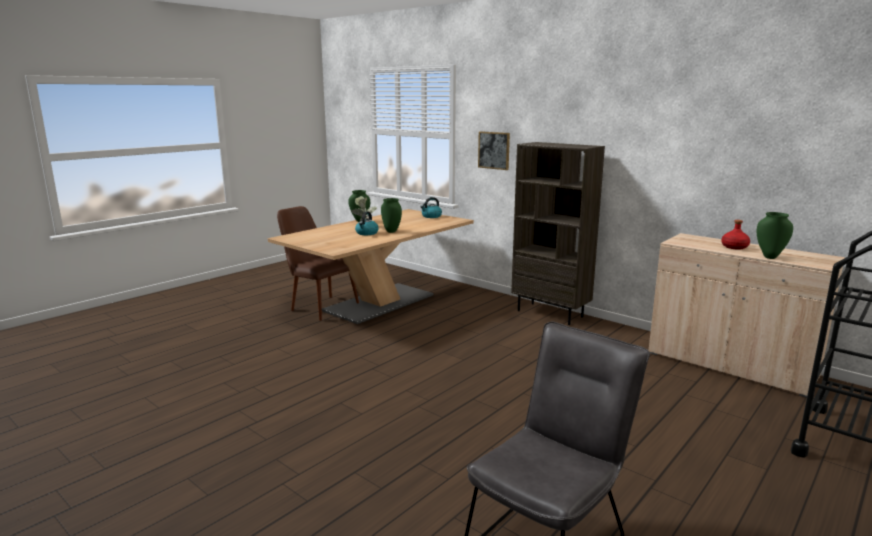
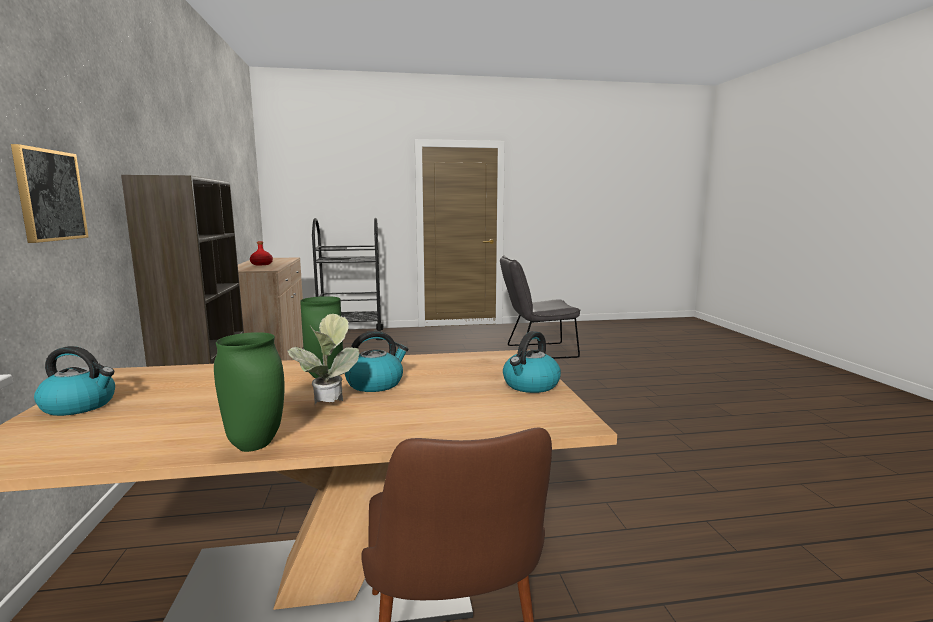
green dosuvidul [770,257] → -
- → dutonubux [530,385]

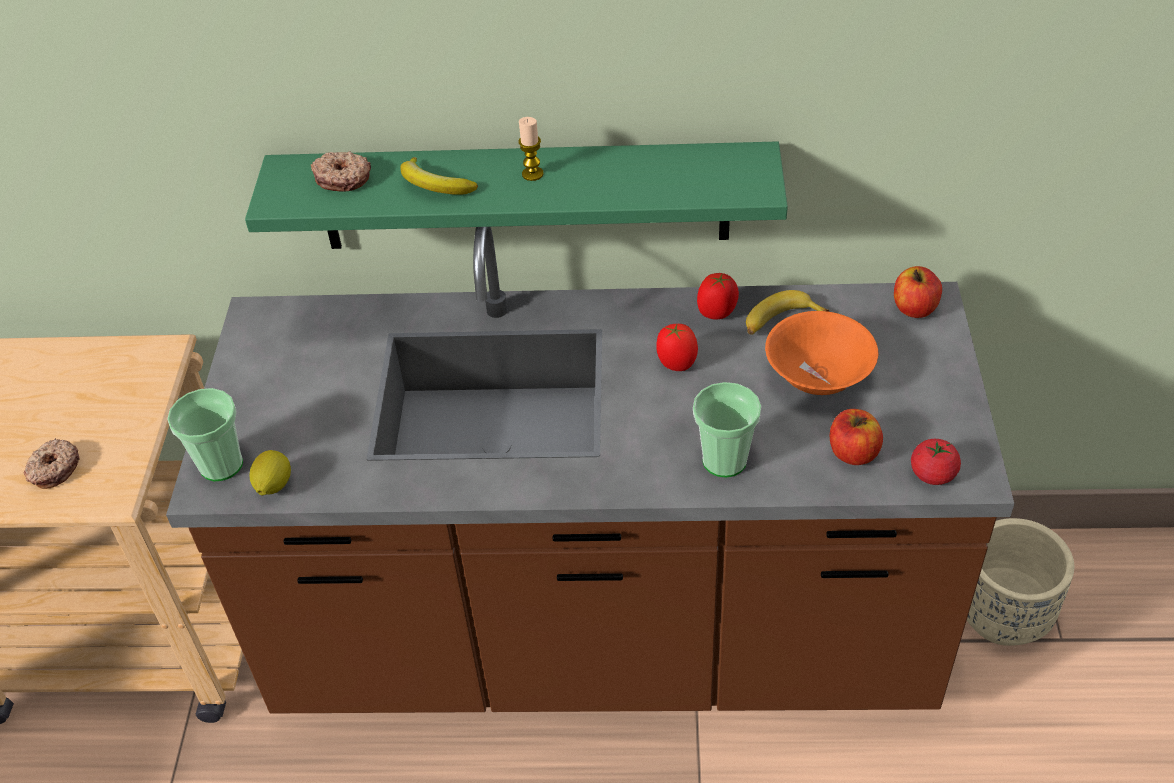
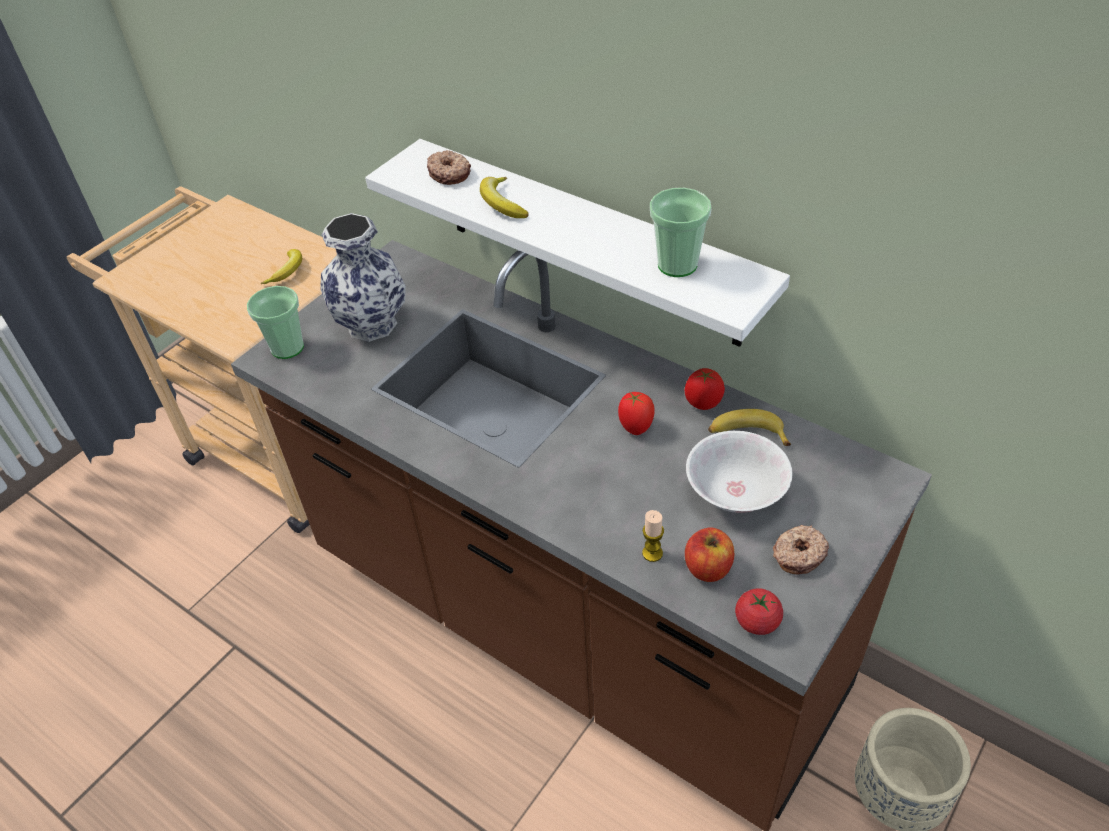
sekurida [273,485] → -
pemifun [914,308] → -
- → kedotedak [287,271]
- → dosuvidul [373,324]
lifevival [54,469] → lifevival [798,554], shifted
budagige [532,174] → budagige [652,553], shifted
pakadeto [724,460] → pakadeto [677,265], shifted
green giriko [524,196] → white giriko [588,242]
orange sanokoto [818,377] → white sanokoto [736,493]

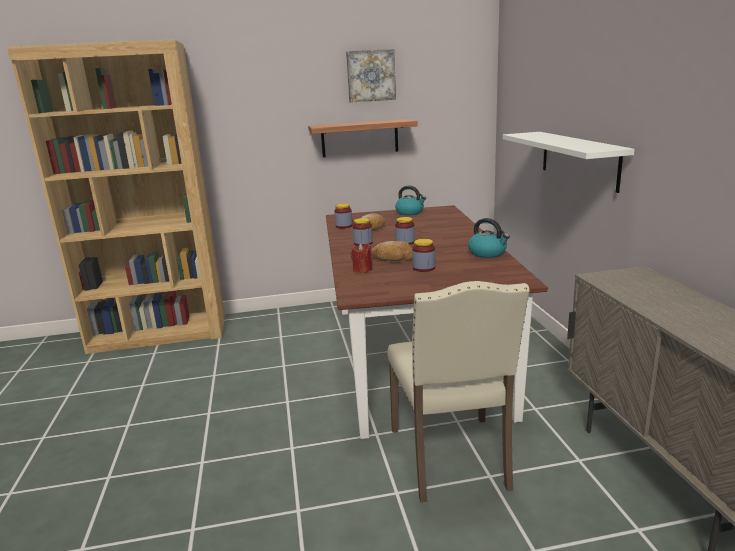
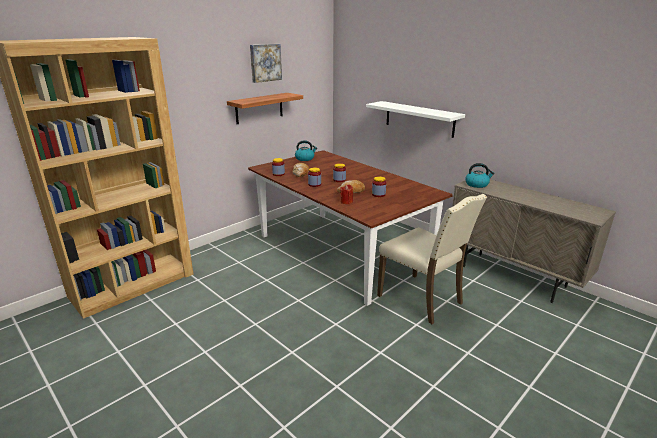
dutonubux [488,253] → dutonubux [477,184], shifted

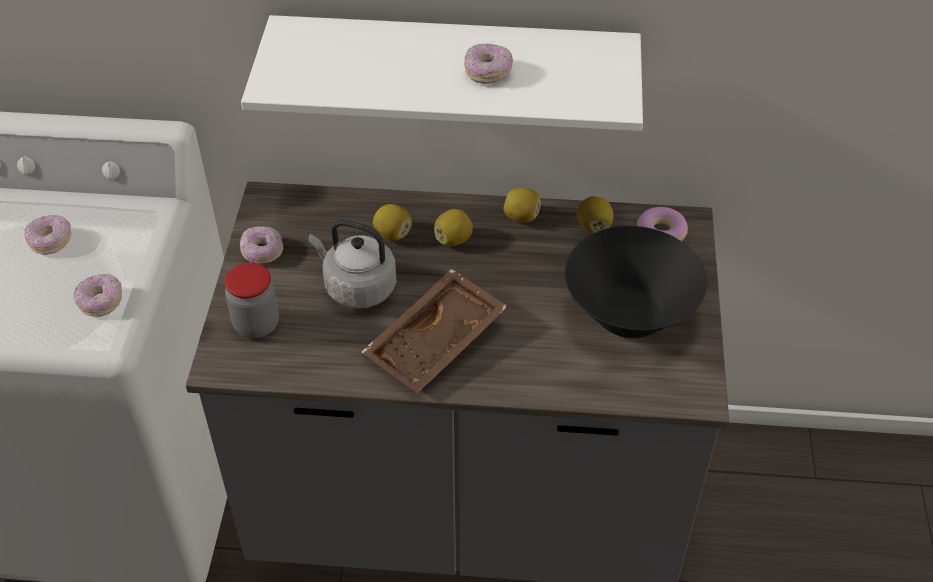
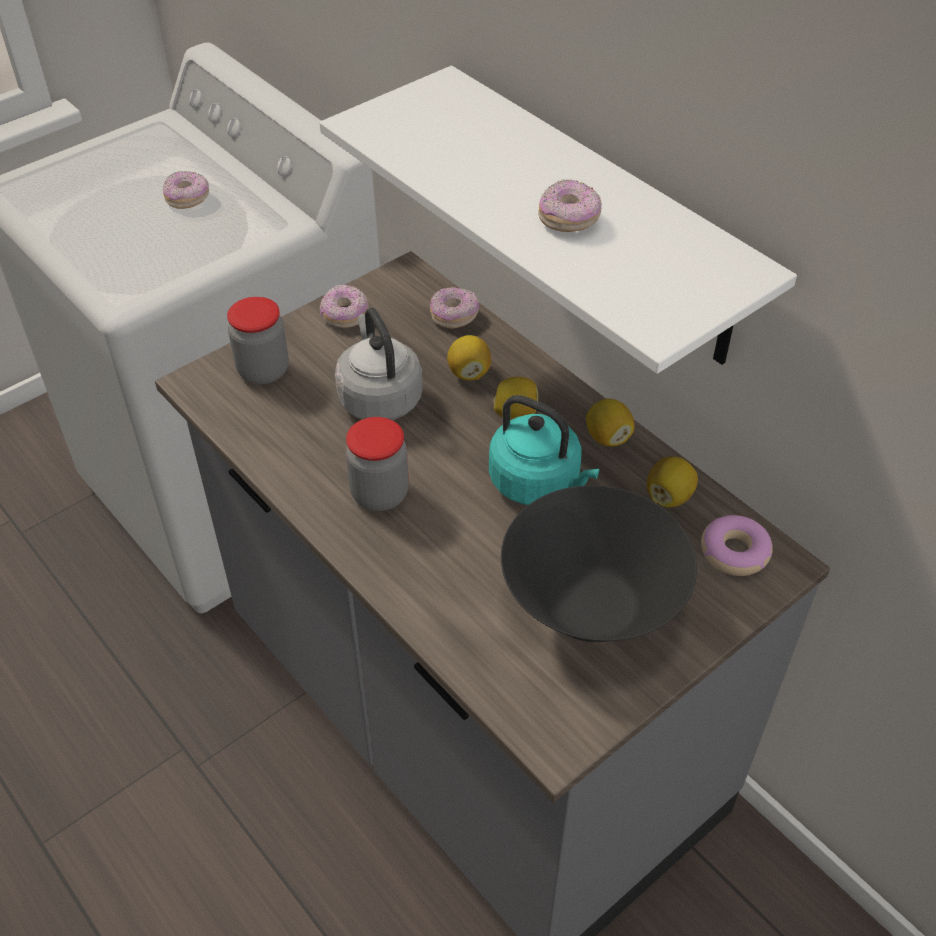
- → turquoise dutonubux [538,483]
lifevival [101,302] → lifevival [454,316], shifted
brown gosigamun [437,343] → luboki [379,494]

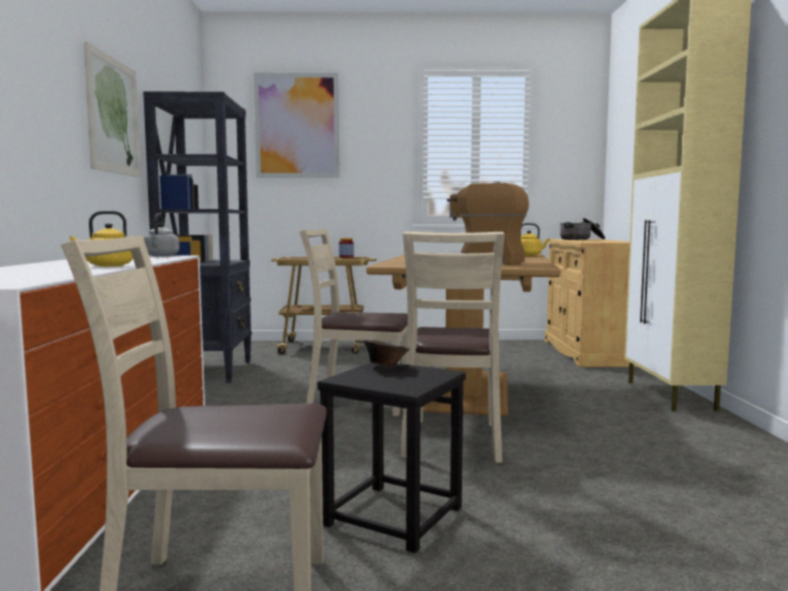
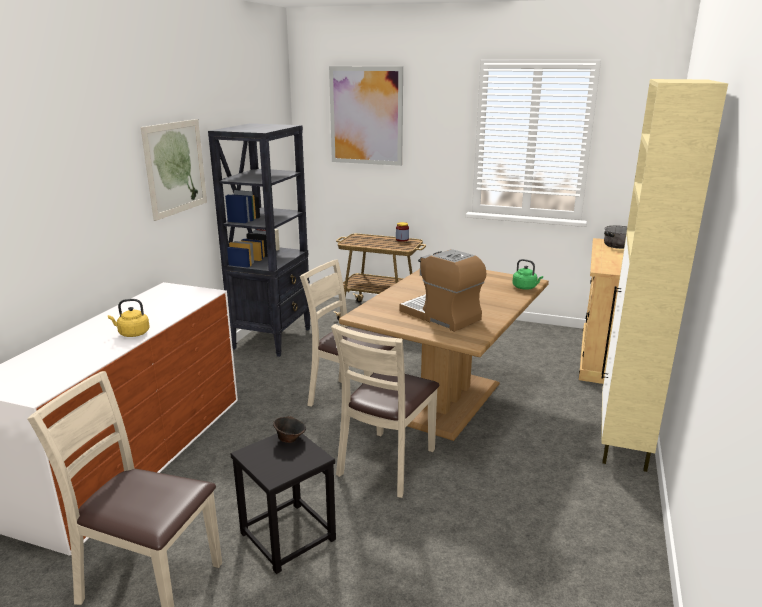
grey dutonubux [161,256] → -
yellow dutonubux [530,255] → green dutonubux [525,288]

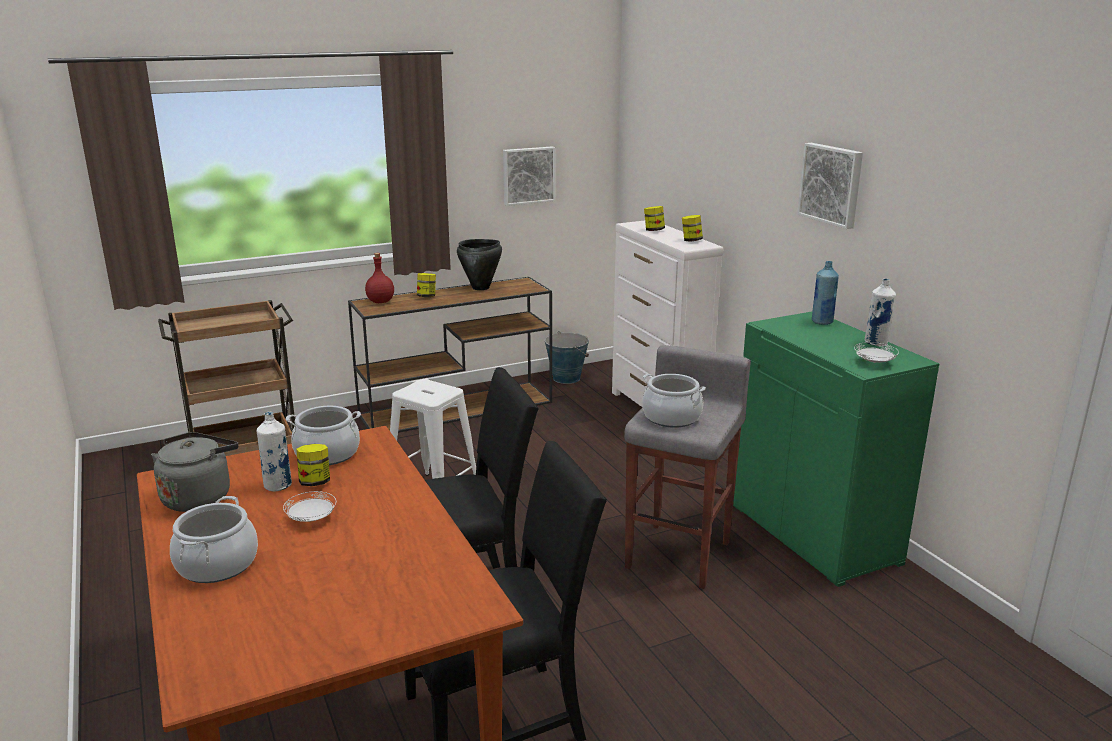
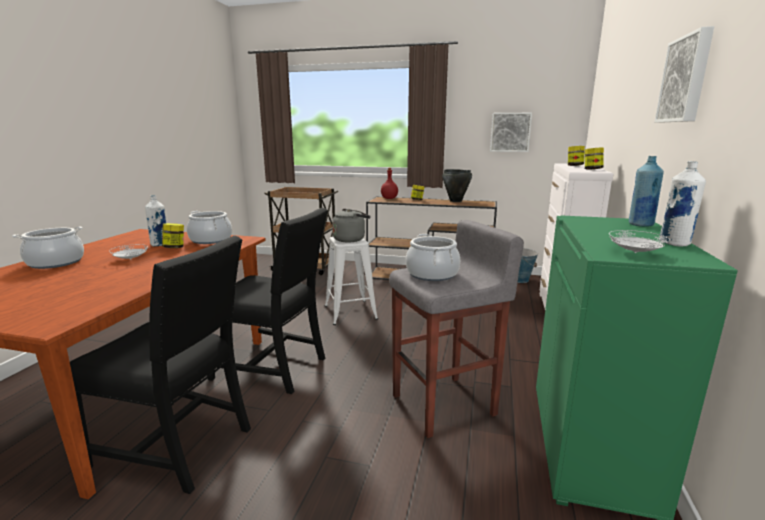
grey dutonubux [199,497] → grey dutonubux [351,239], shifted

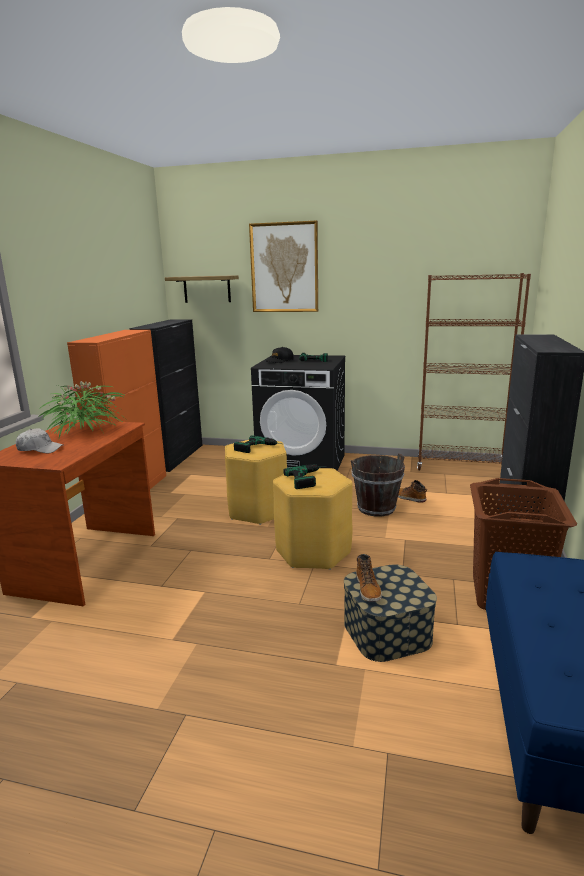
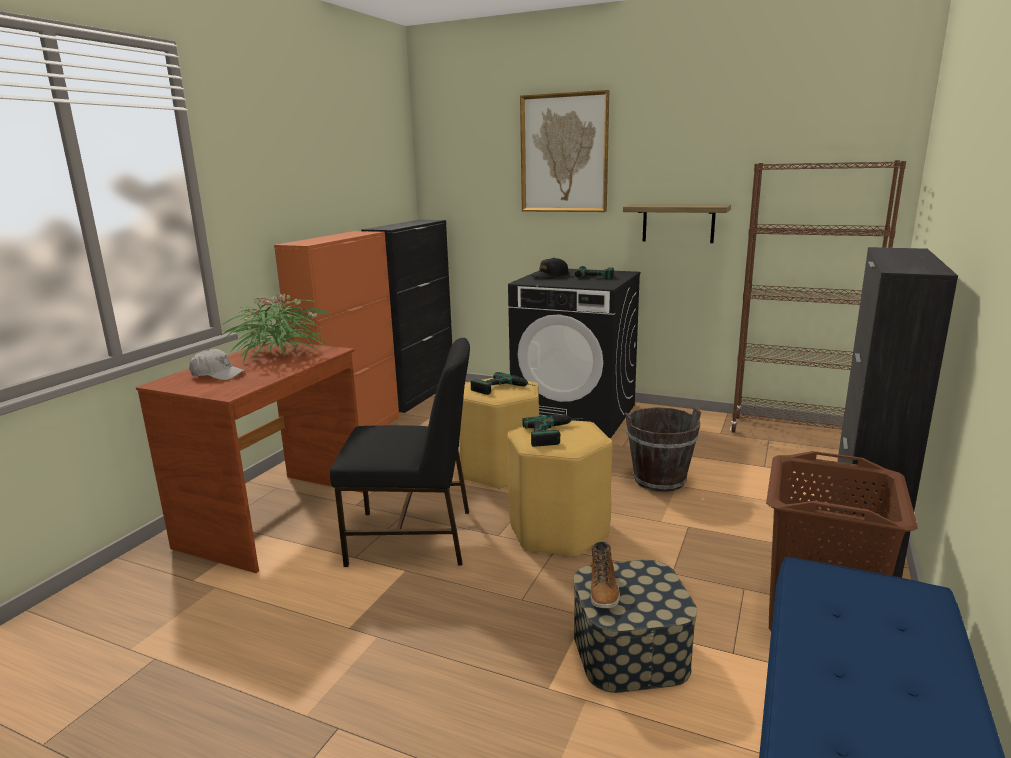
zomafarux [408,498] → -
- → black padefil [413,538]
giriko [207,289] → giriko [678,223], shifted

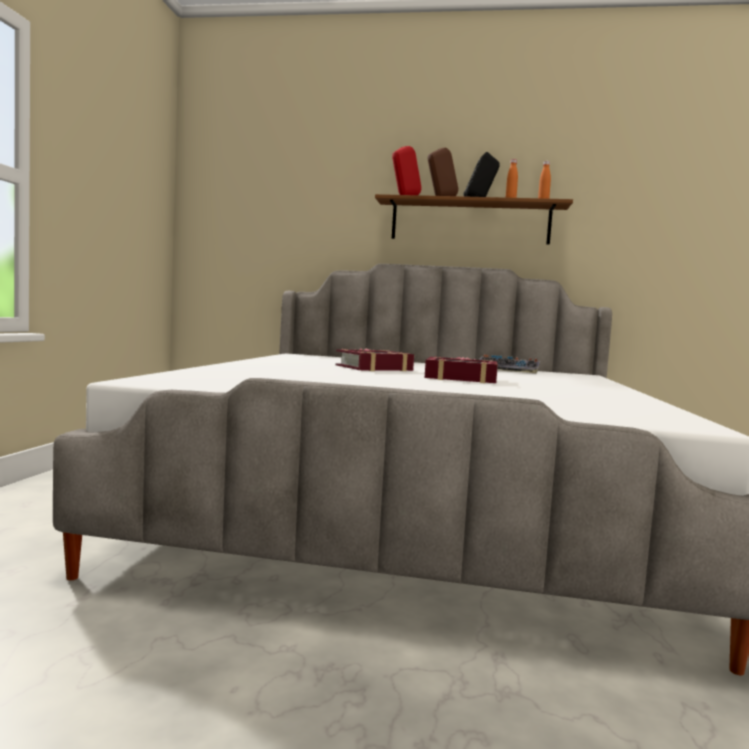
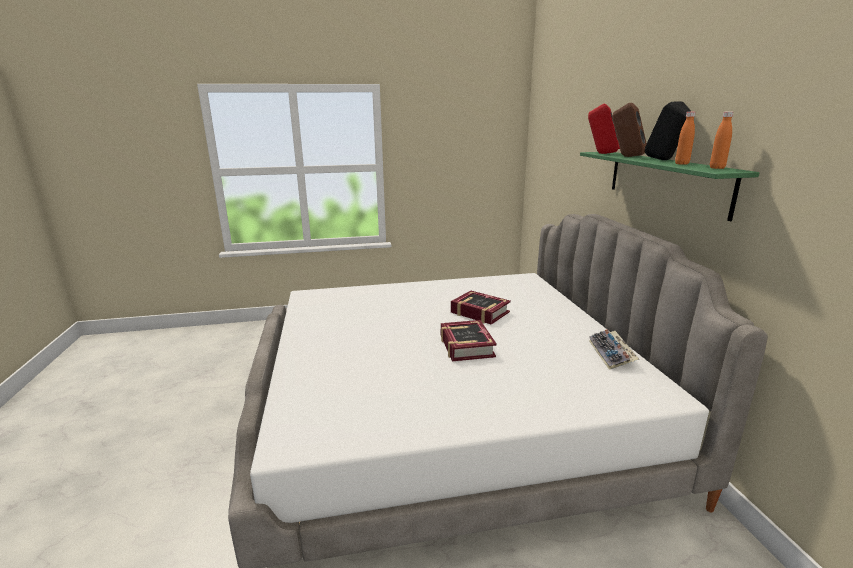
brown giriko [470,222] → green giriko [665,181]

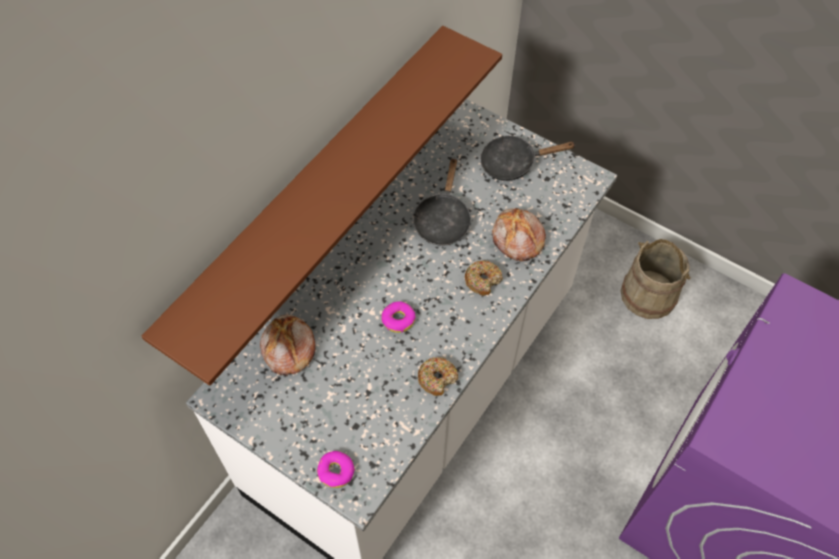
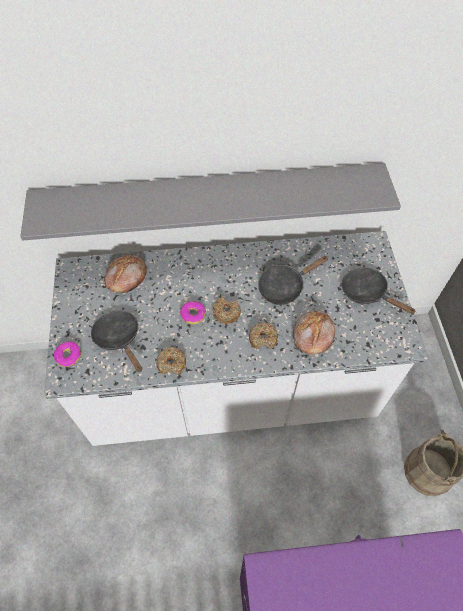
- → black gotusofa [119,338]
- → lifevival [226,313]
brown giriko [314,187] → grey giriko [210,197]

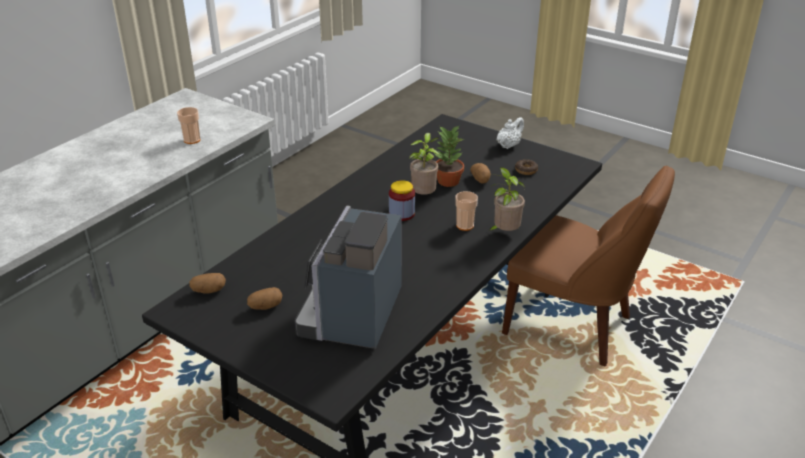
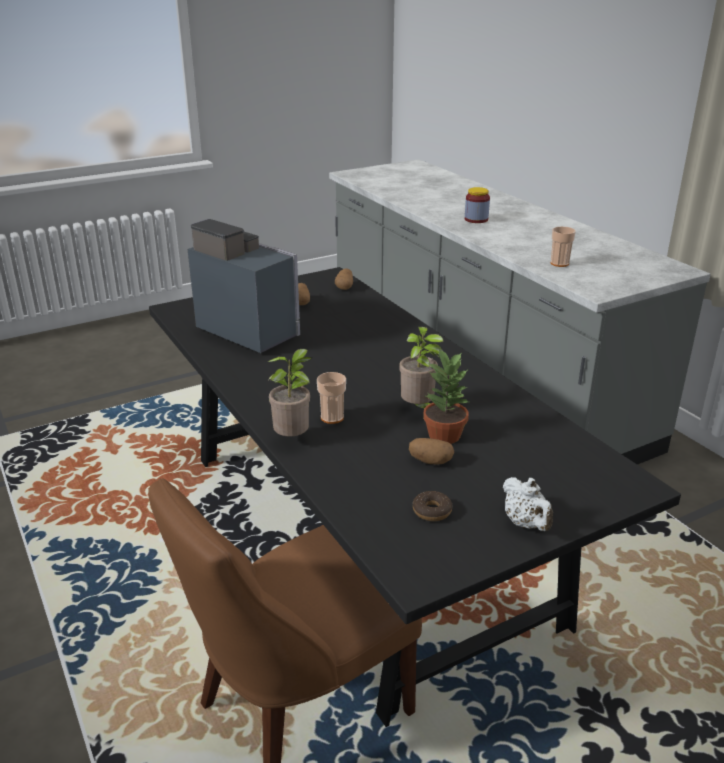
luboki [401,214] → luboki [476,219], shifted

